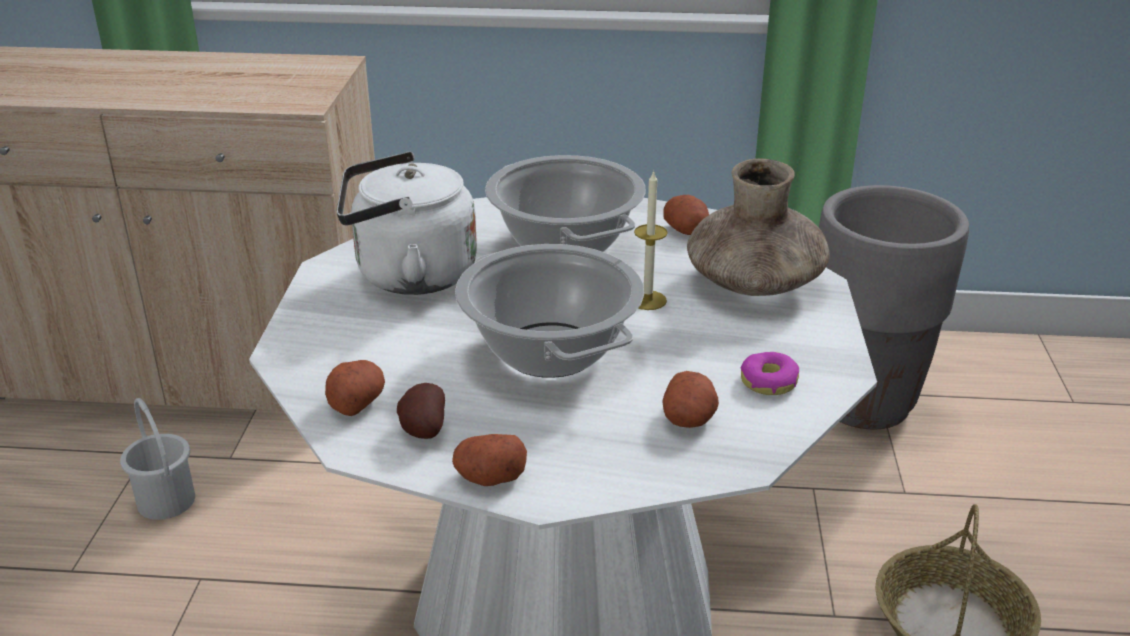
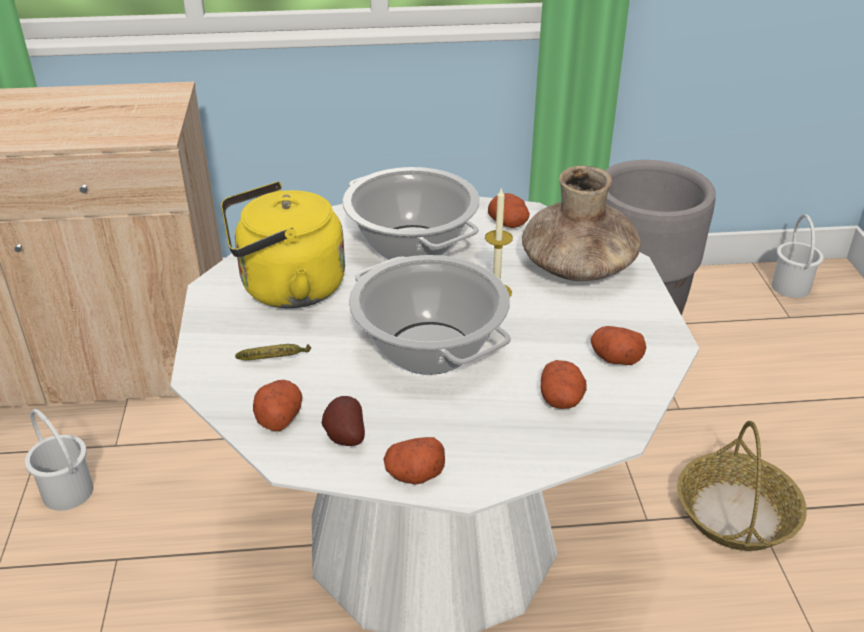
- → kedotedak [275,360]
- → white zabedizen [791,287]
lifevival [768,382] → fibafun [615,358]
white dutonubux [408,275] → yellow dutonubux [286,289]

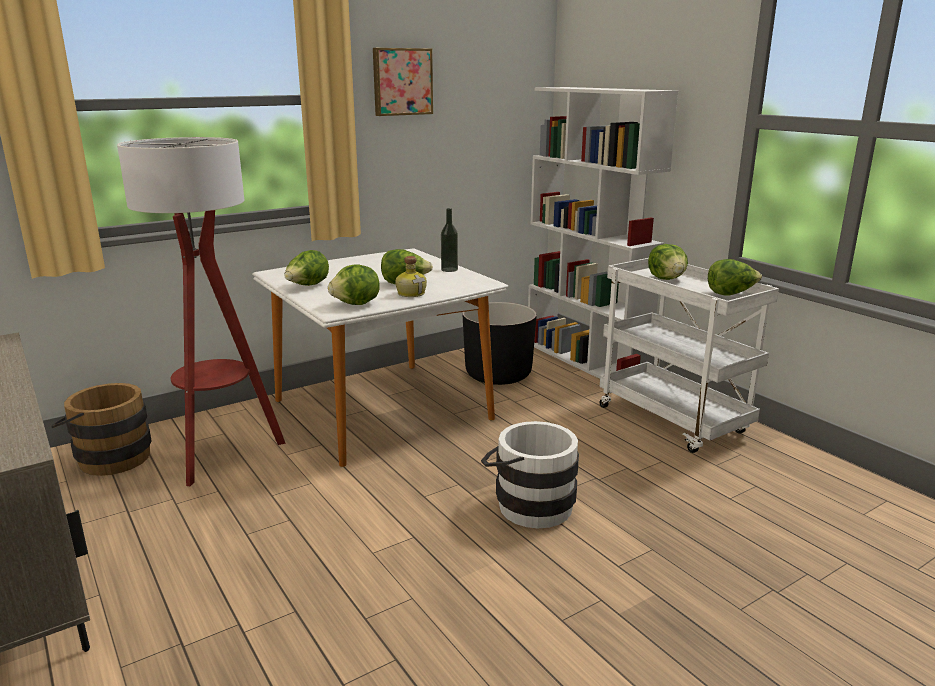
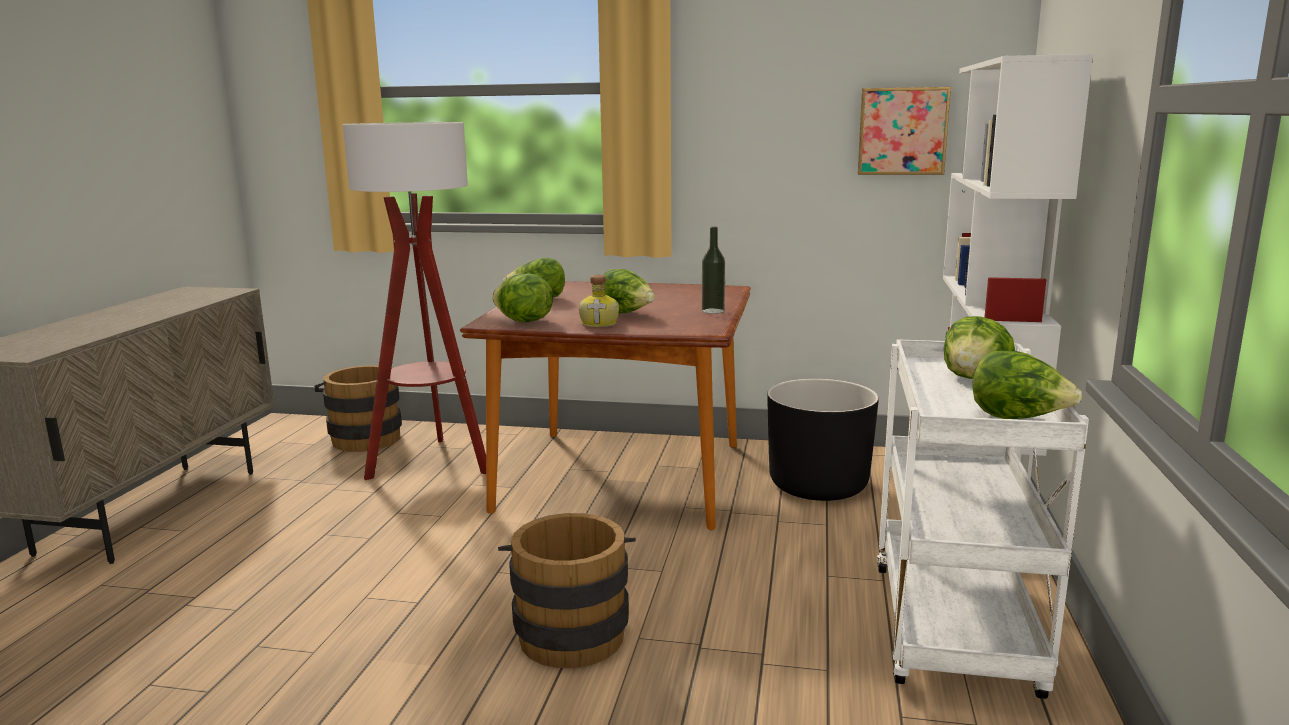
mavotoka [402,82] → mavotoka [902,131], shifted
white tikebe [383,410] → brown tikebe [623,477]
white zabedizen [528,504] → brown zabedizen [570,630]

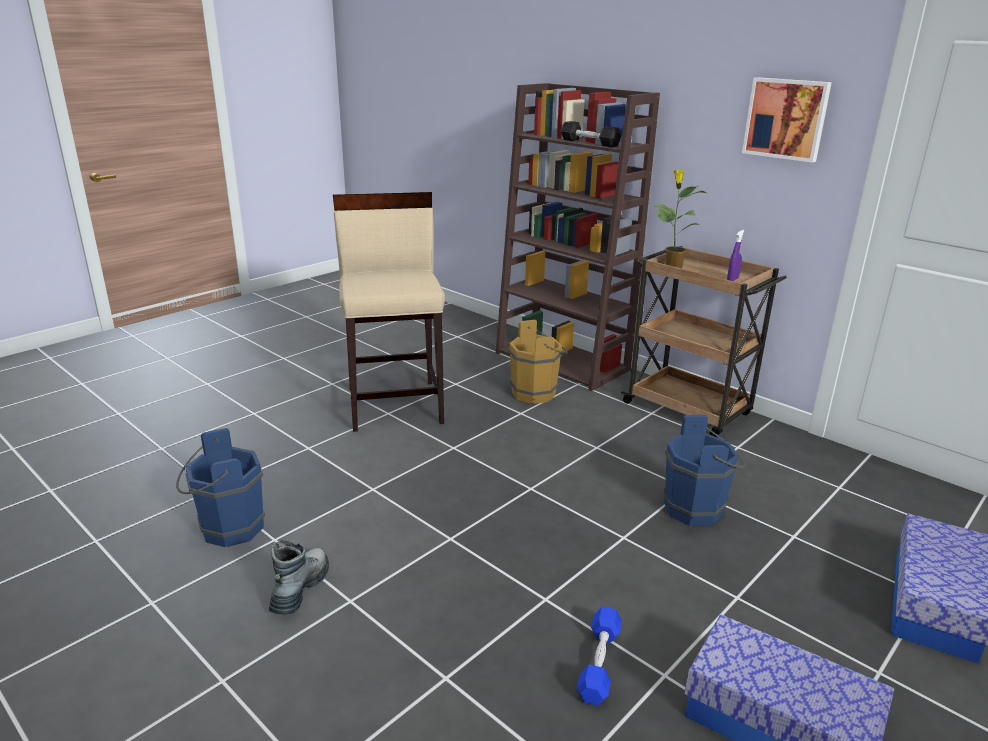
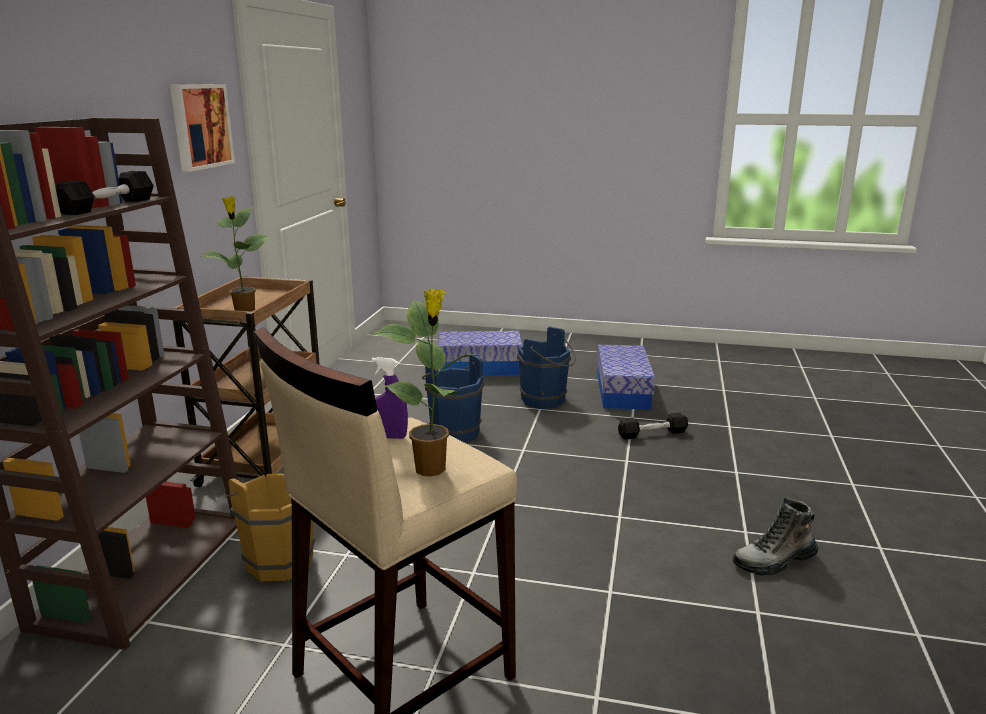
- → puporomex [432,469]
blue zabedizen [227,529] → blue zabedizen [546,401], shifted
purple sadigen [732,279] → purple sadigen [390,436], shifted
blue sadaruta [599,663] → black sadaruta [652,434]

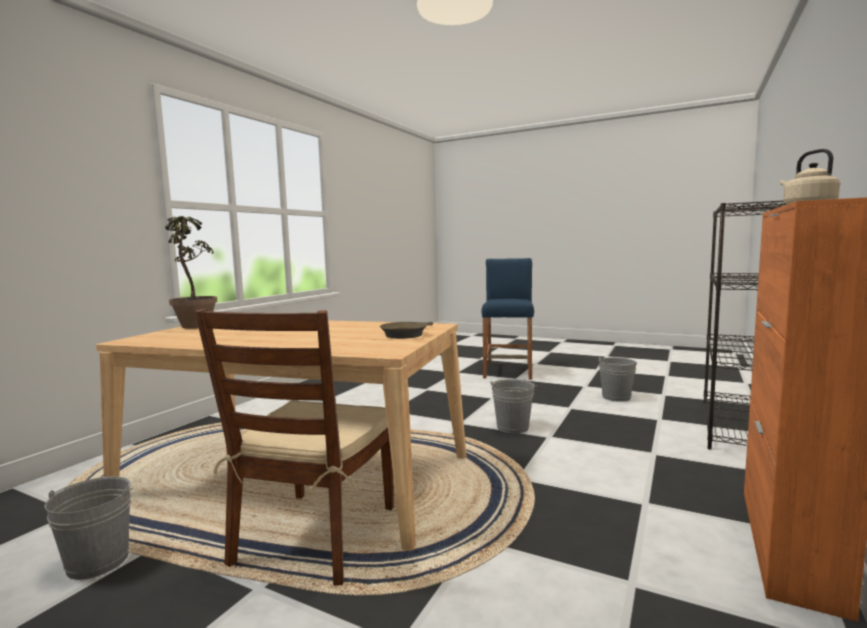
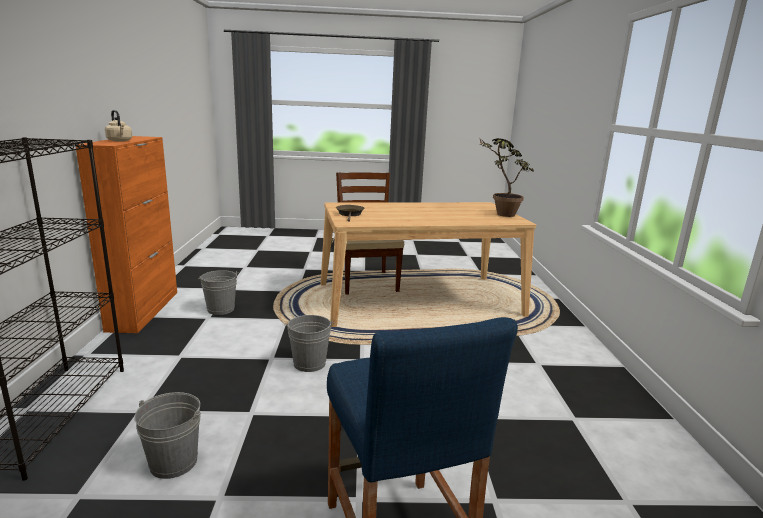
grey zabedizen [98,561] → grey zabedizen [220,309], shifted

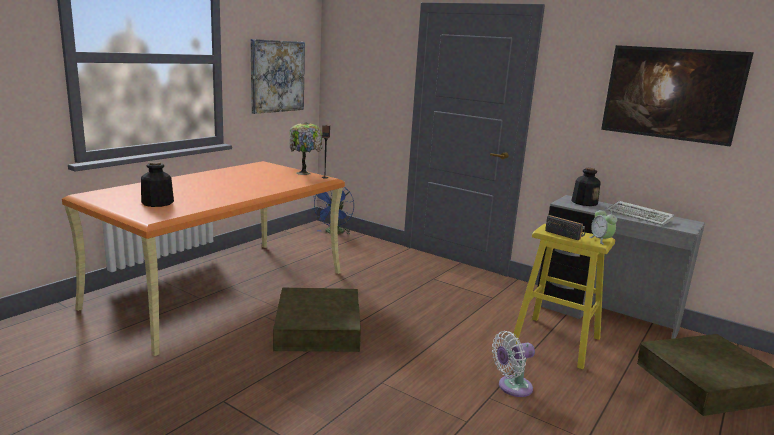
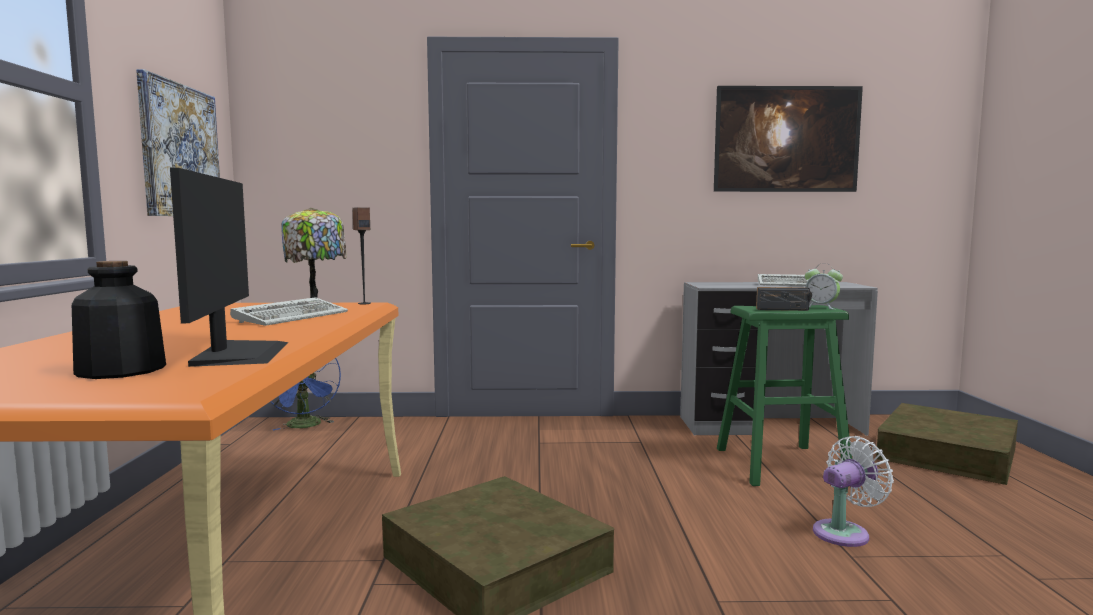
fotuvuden [584,202] → -
- → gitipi [239,353]
- → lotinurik [293,317]
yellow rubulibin [555,341] → green rubulibin [780,465]
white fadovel [512,387] → white fadovel [845,532], 150 degrees counterclockwise

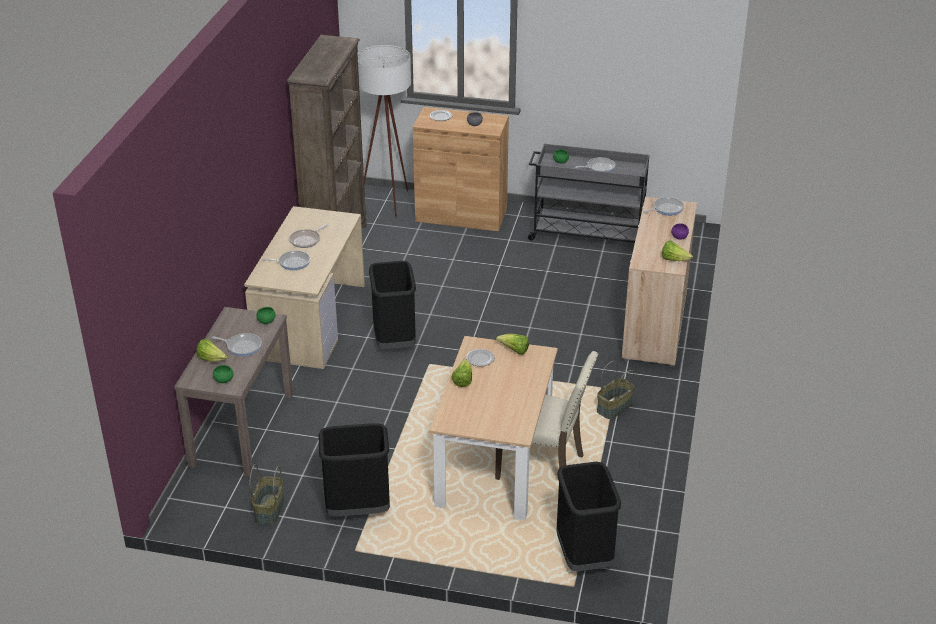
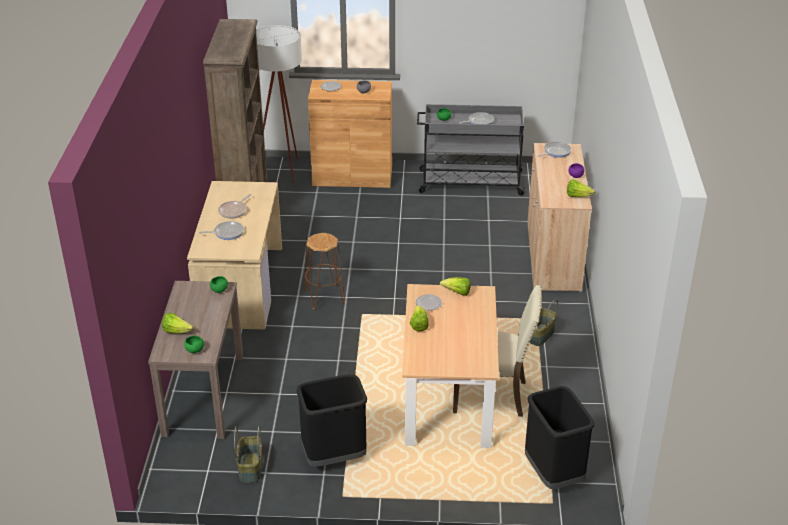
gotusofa [242,346] → -
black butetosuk [395,342] → brown rubulibin [324,297]

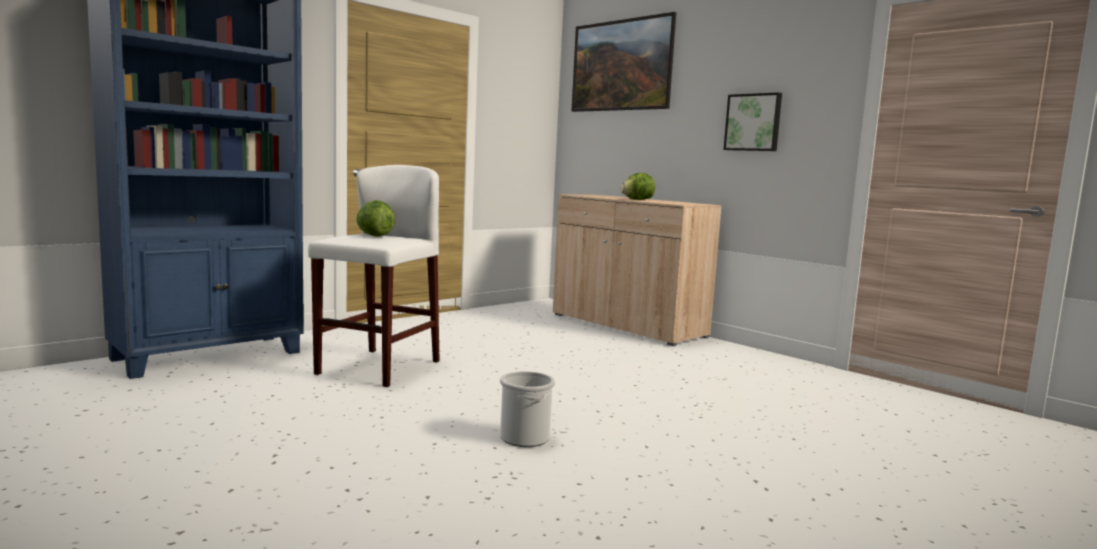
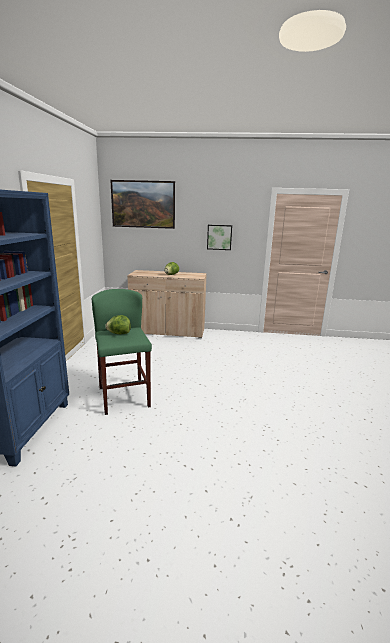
zabedizen [525,438] → -
white rubulibin [378,367] → green rubulibin [124,397]

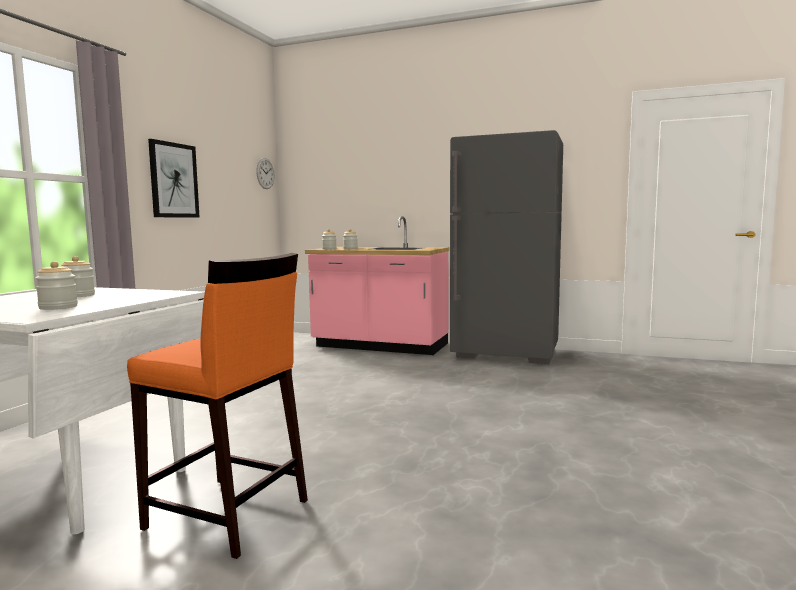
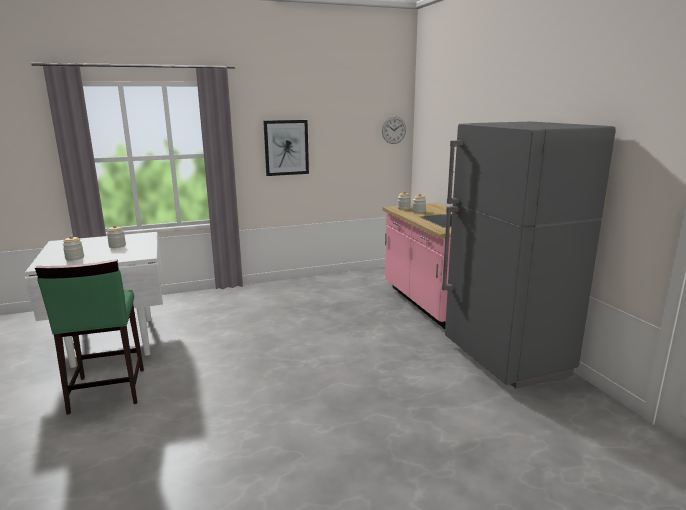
orange rubulibin [227,515] → green rubulibin [107,391]

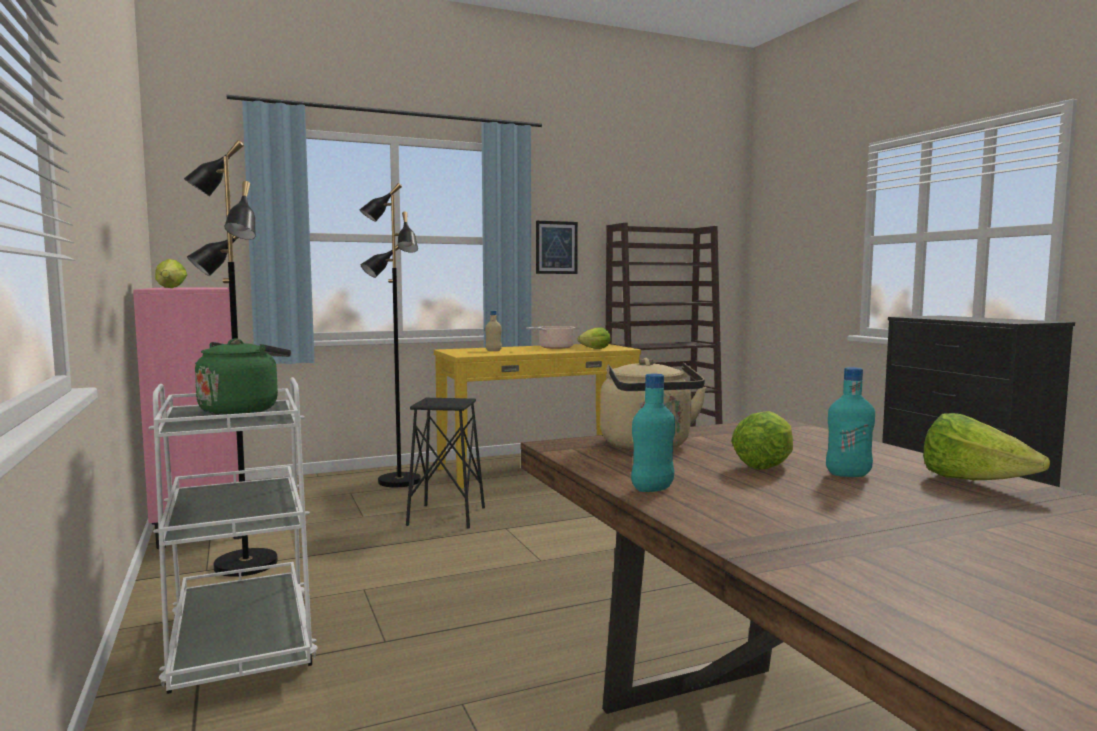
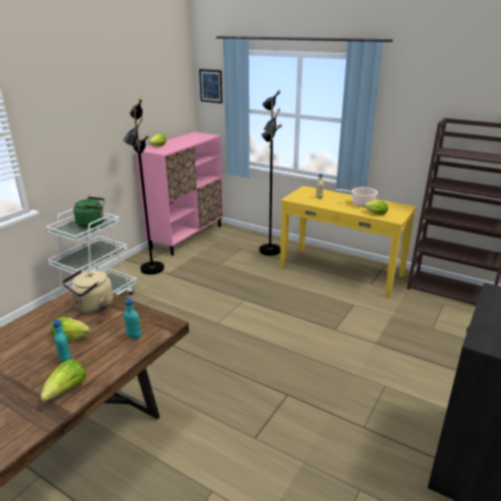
black rubulibin [446,516] → -
mavotoka [556,247] → mavotoka [211,86], shifted
turquoise fotuvuden [652,489] → turquoise fotuvuden [134,336], shifted

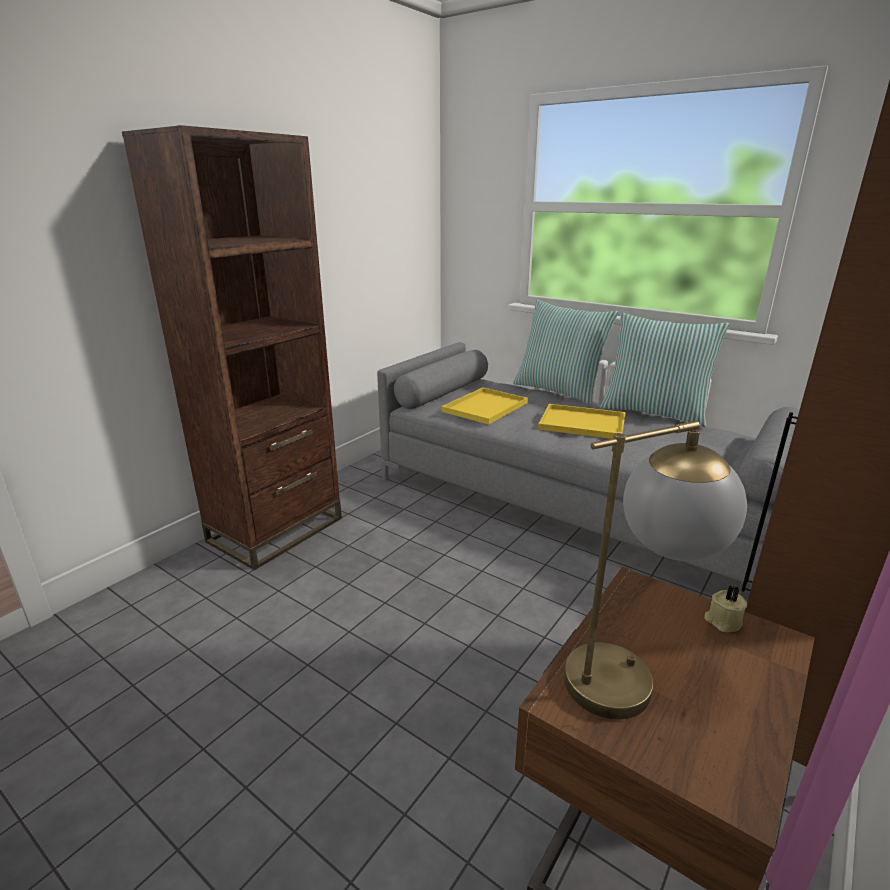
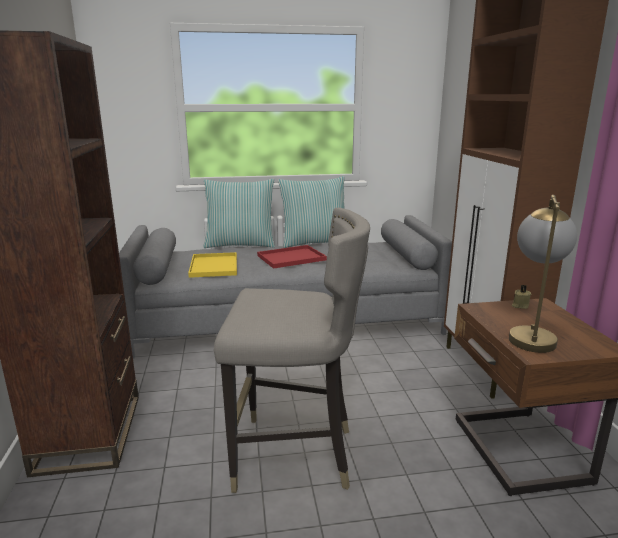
- → grey rubulibin [295,455]
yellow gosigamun [584,423] → red gosigamun [292,257]

